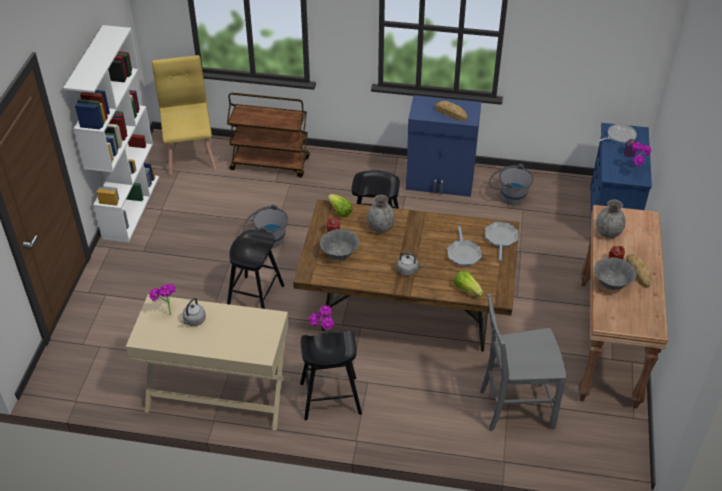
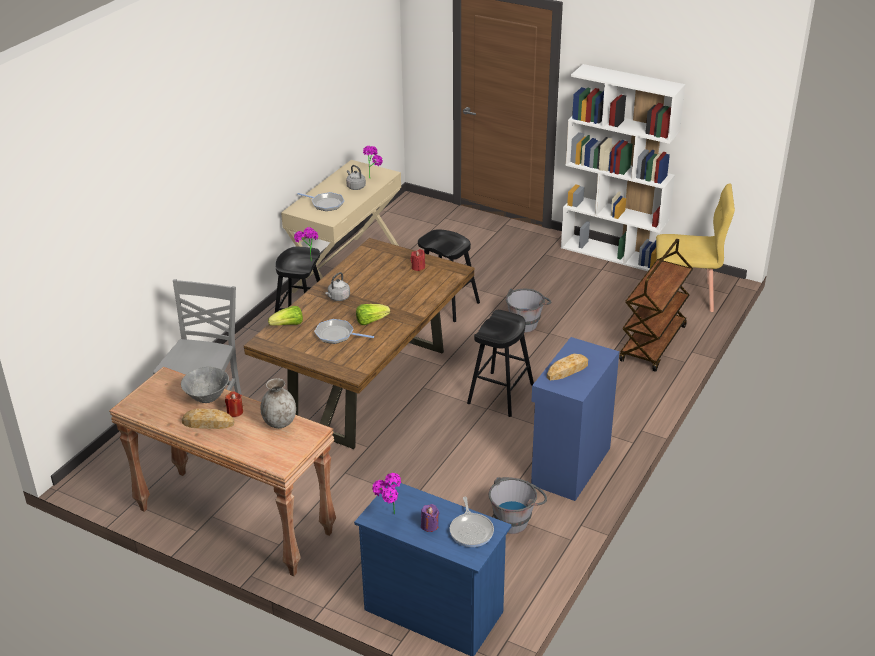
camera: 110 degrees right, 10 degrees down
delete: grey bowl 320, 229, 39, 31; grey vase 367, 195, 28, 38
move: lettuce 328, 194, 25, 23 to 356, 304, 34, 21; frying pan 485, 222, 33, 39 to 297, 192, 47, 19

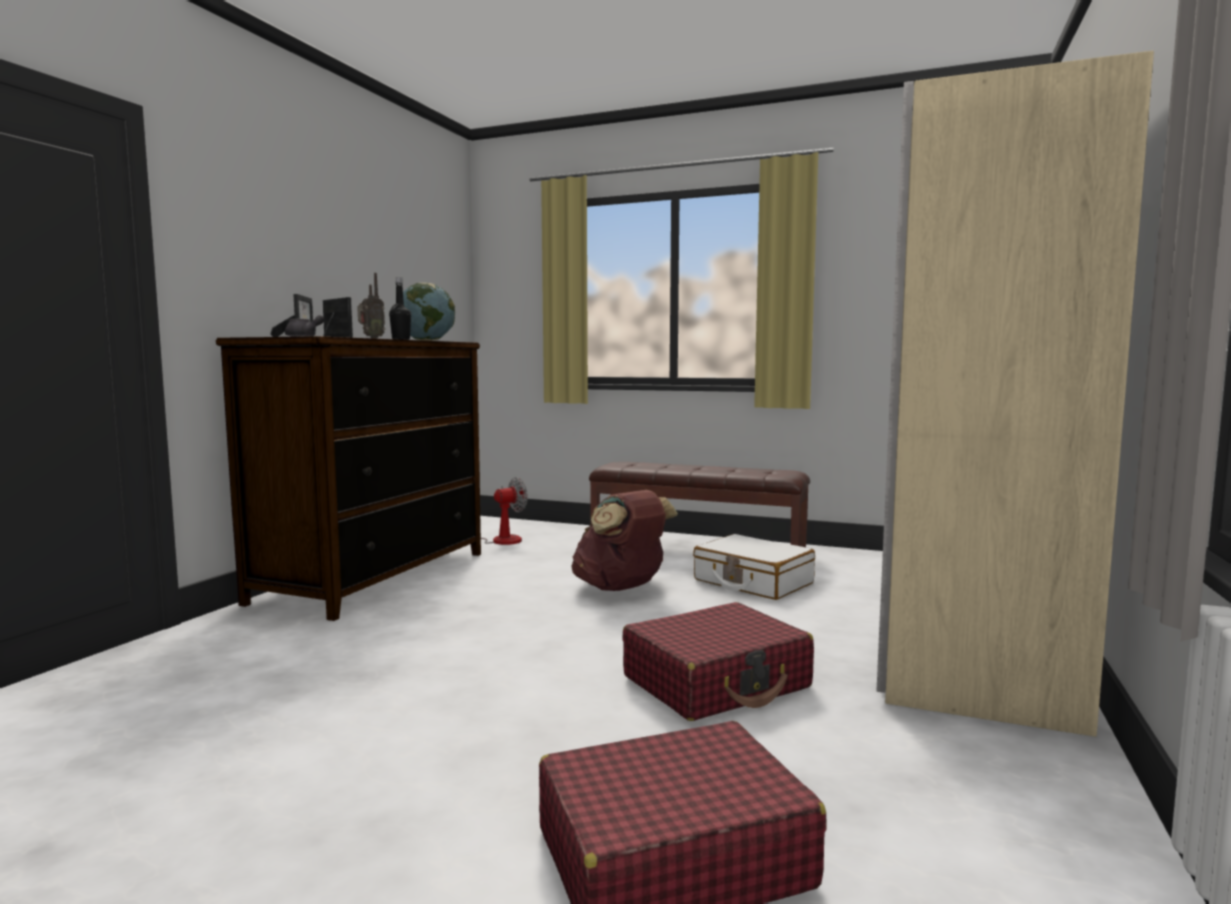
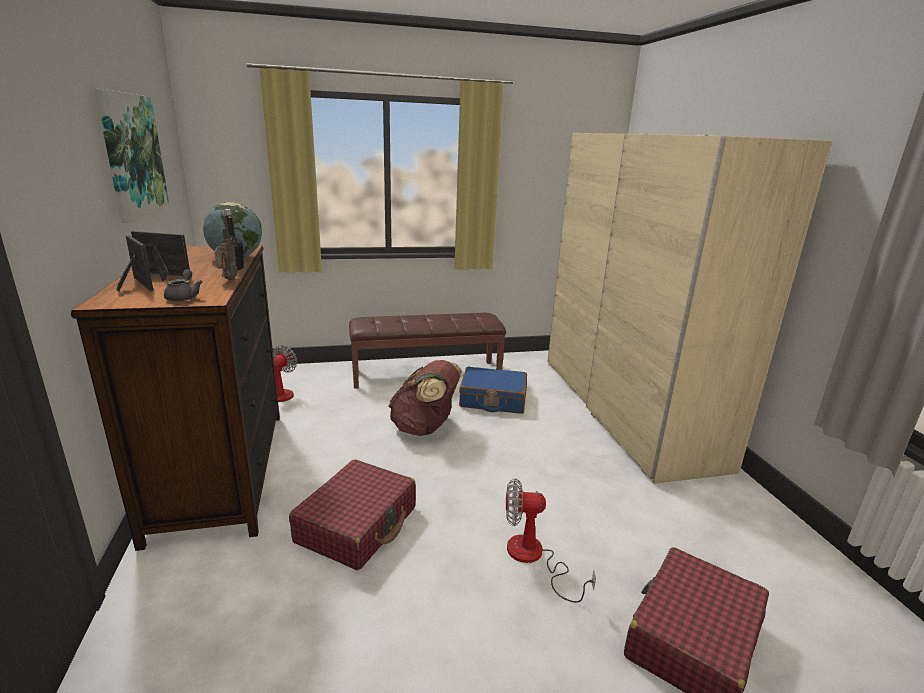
camera: 35 degrees left, 15 degrees up
insert: picture 95, 89, 74, 134; fan 506, 478, 90, 125
move: red suitcase 622, 602, 192, 119 to 289, 459, 127, 111
recolor: white suitcase 693, 534, 122, 66 to blue suitcase 459, 367, 68, 47

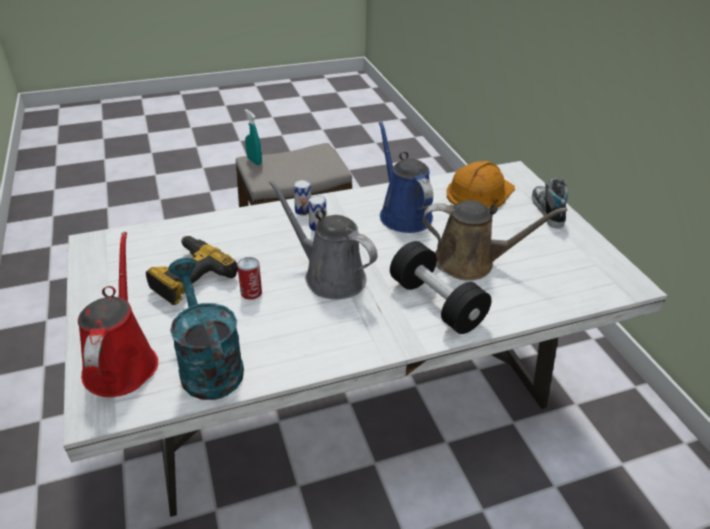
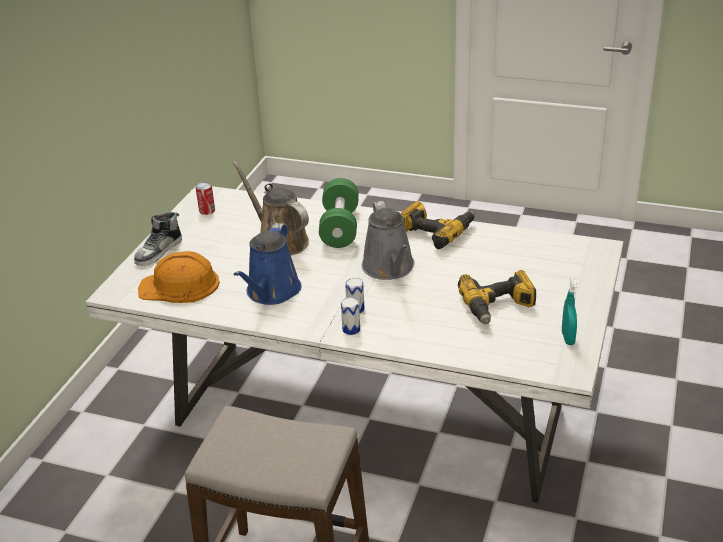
camera: 140 degrees left, 5 degrees down
delete: red watering can 78, 232, 80, 165; turquoise watering can 168, 258, 76, 142
insert: power drill 401, 201, 74, 48
move: can 237, 257, 25, 43 to 195, 182, 20, 33; turquoise spray bottle 244, 109, 18, 56 to 562, 277, 16, 68
recolor: black dumbbell 390, 241, 102, 93 to green dumbbell 319, 178, 40, 70

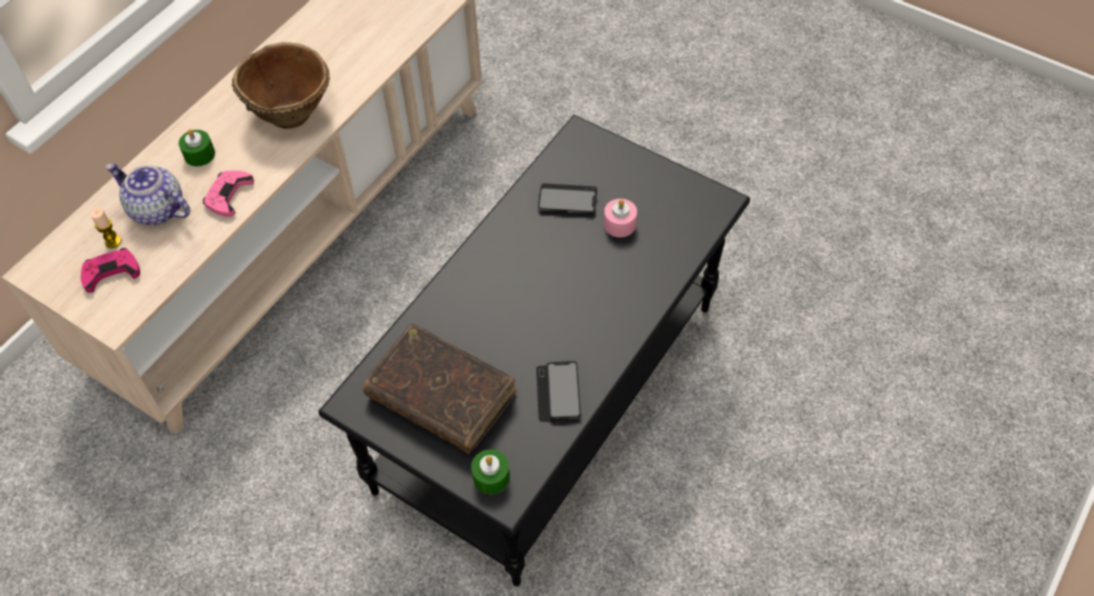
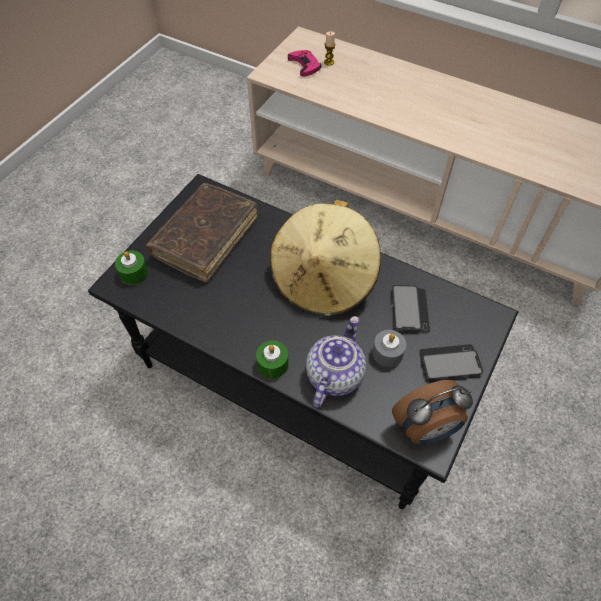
camera: 85 degrees right, 0 degrees up
delete: pink game controller 203, 170, 51, 47; brown bowl 232, 42, 98, 87
insert: beige hat 270, 200, 111, 116; alarm clock 392, 380, 81, 65
move: teapot 106, 163, 84, 62 to 306, 316, 60, 92; green candle 179, 129, 36, 37 to 256, 340, 33, 38; phone 536, 361, 45, 61 to 419, 344, 64, 36
recolor: pink candle 604, 199, 33, 38 to grey candle 372, 330, 34, 37

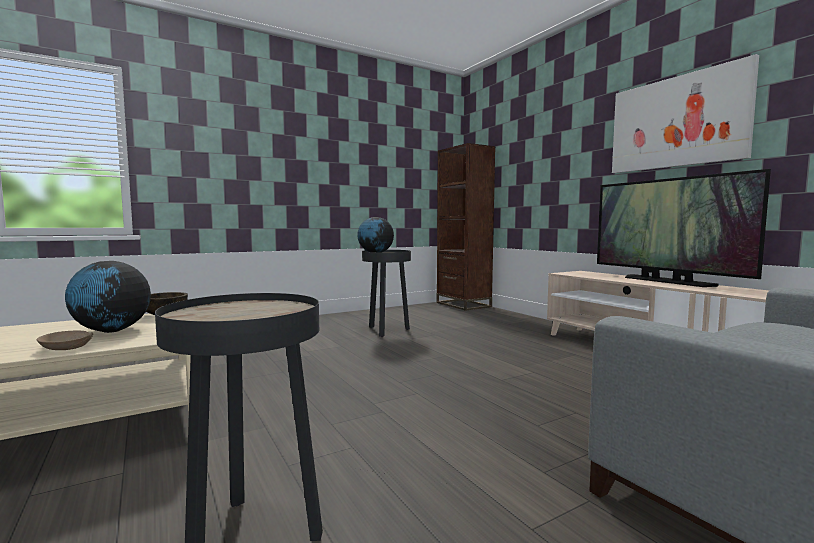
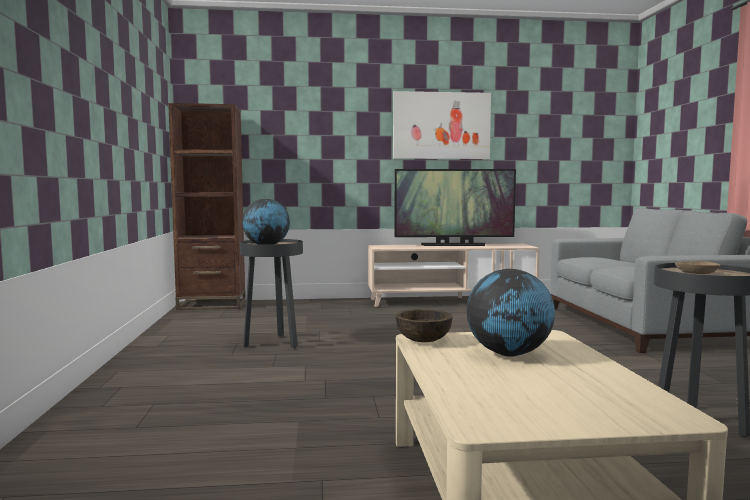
camera: 65 degrees left, 0 degrees up
move: beige bowl 37, 330, 56, 20 to 675, 261, 45, 13

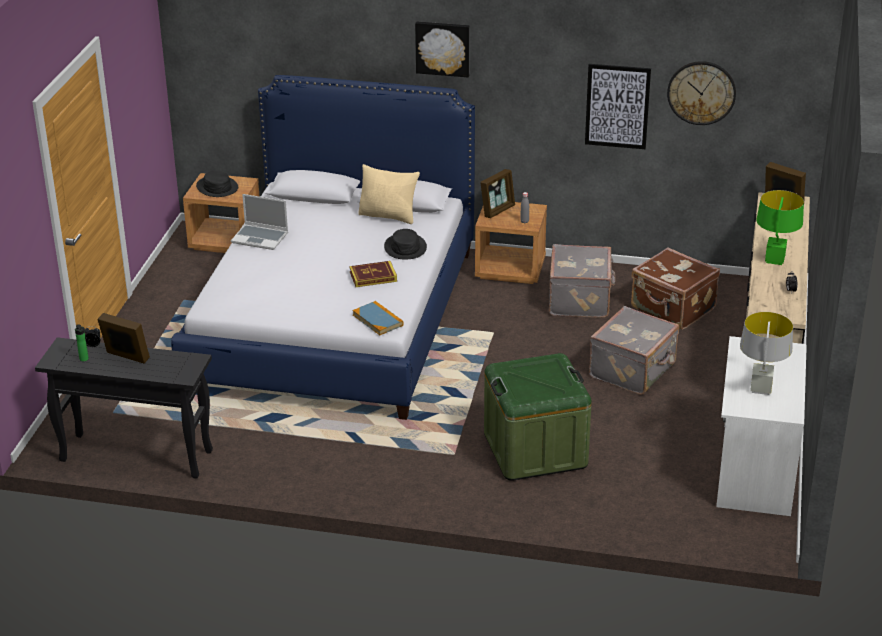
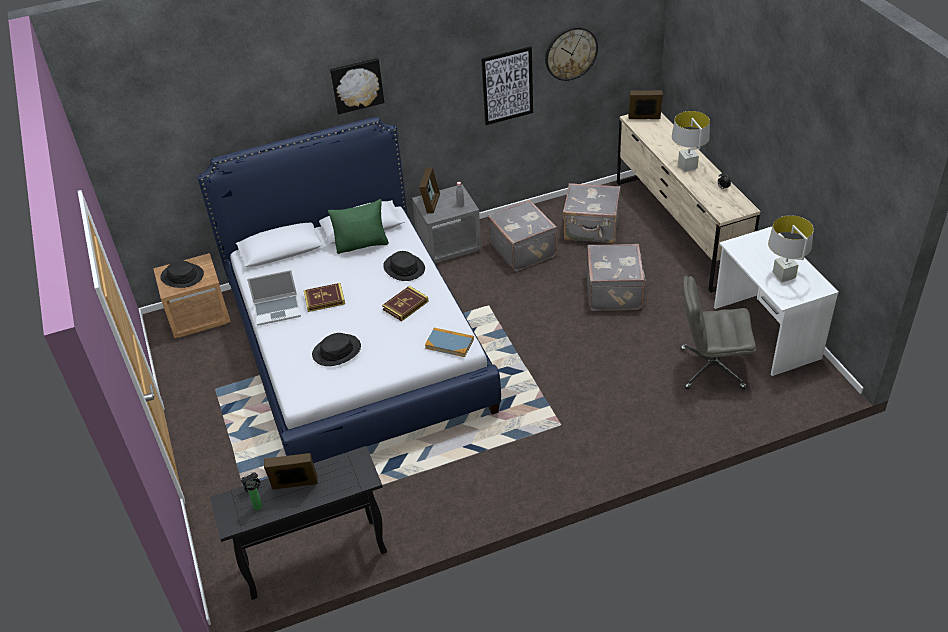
camera: 30 degrees left, 10 degrees up
delete: green storage box 484, 353, 108, 128
insert: book 304, 283, 41, 29; black hat 312, 333, 49, 33; grey office chair 680, 276, 76, 114
recolor: beige pillow 358, 164, 62, 60 to green pillow 328, 199, 61, 55; brown nightstand 475, 202, 72, 82 to grey nightstand 412, 184, 70, 79; brown suitcase 631, 247, 89, 83 to grey suitcase 563, 183, 58, 60; green table lamp 756, 190, 48, 75 to grey table lamp 672, 111, 38, 61

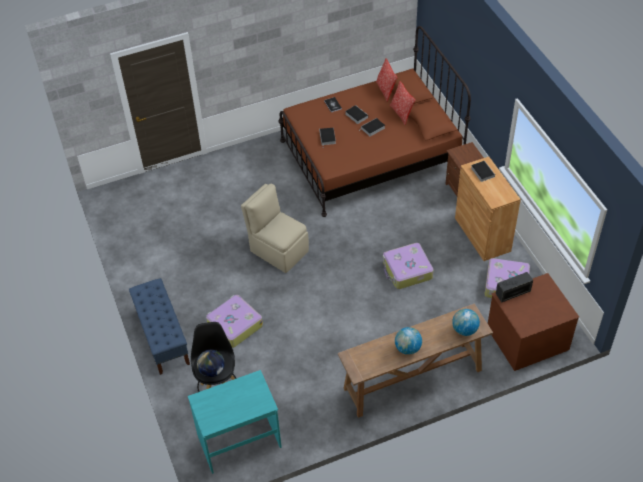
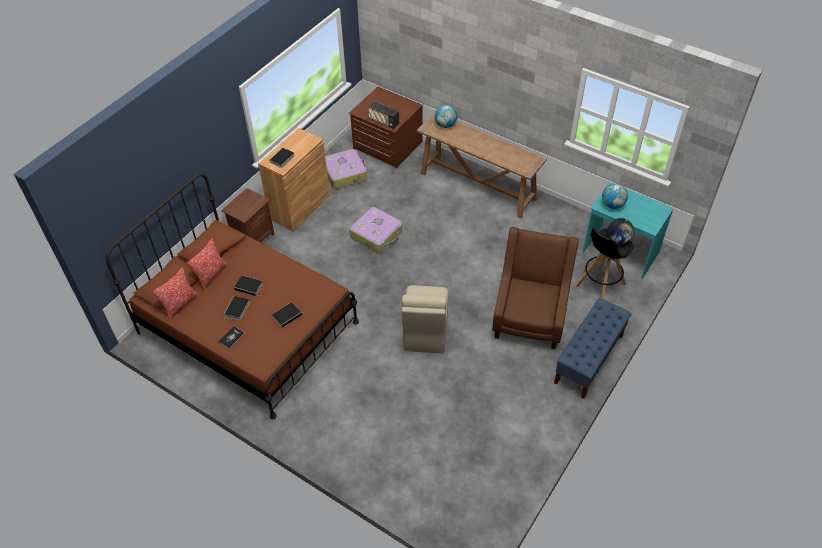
camera: 125 degrees left, 0 degrees up
move: globe 395, 327, 27, 28 to 602, 184, 26, 25
replace: suitcase 206, 295, 57, 53 to brown armchair 492, 227, 87, 122

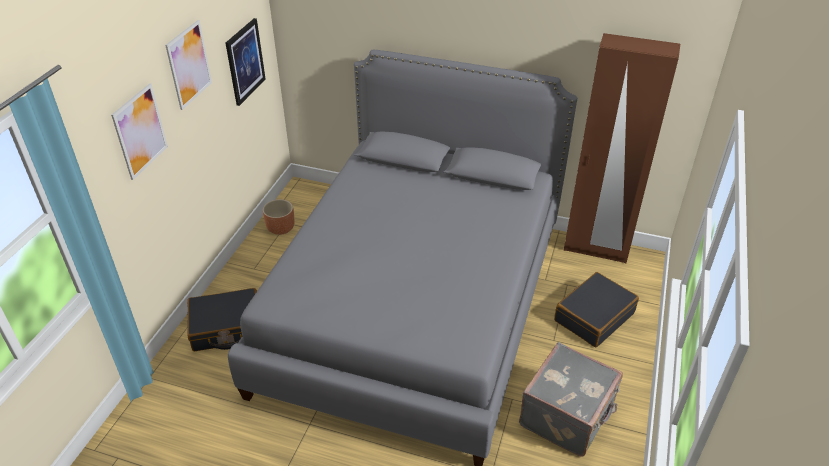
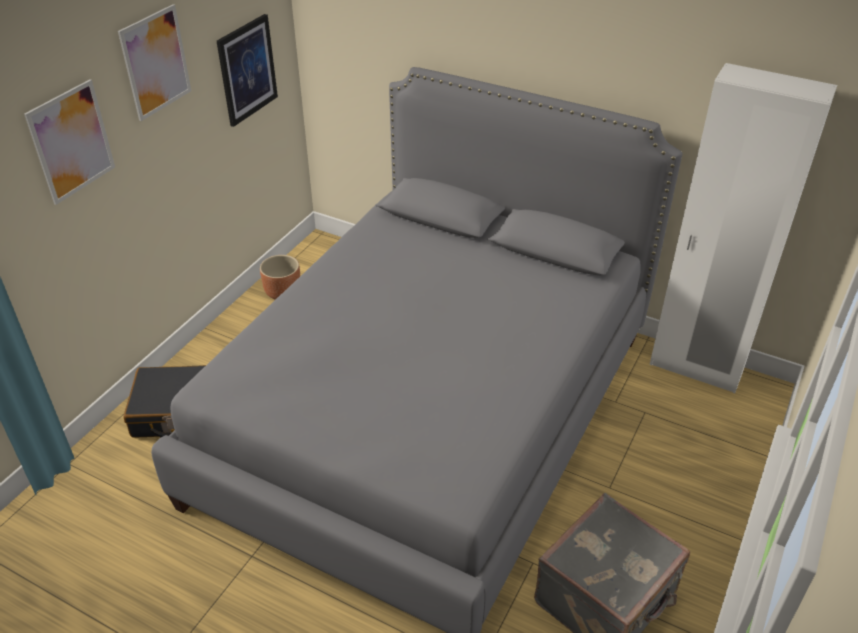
camera: 10 degrees right, 0 degrees up
delete: black suitcase 554, 272, 85, 75
recolor: brown wardrobe 564, 33, 116, 230 to white wardrobe 650, 63, 187, 330

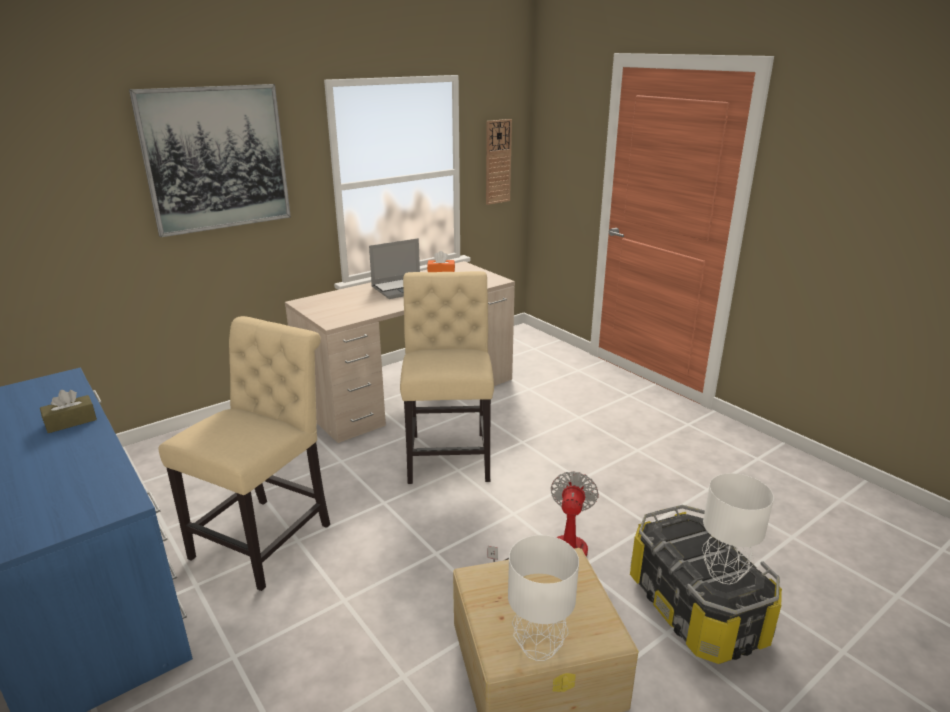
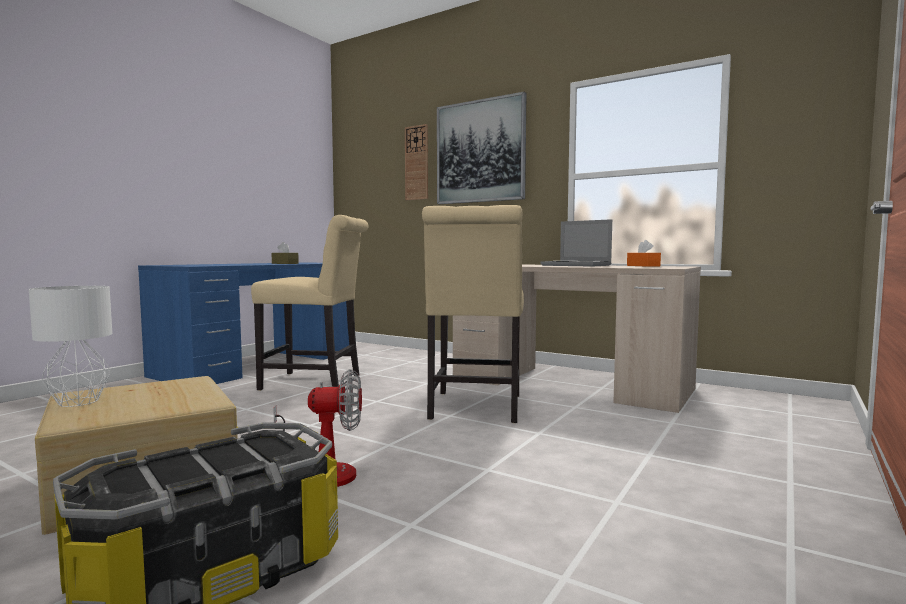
camera: 70 degrees right, 20 degrees down
delete: white table lamp 702, 473, 72, 111
move: wall clock 486, 119, 26, 86 to 405, 124, 23, 76
rotate: beige chair 400, 271, 94, 213 = 422, 205, 102, 218 120 degrees clockwise

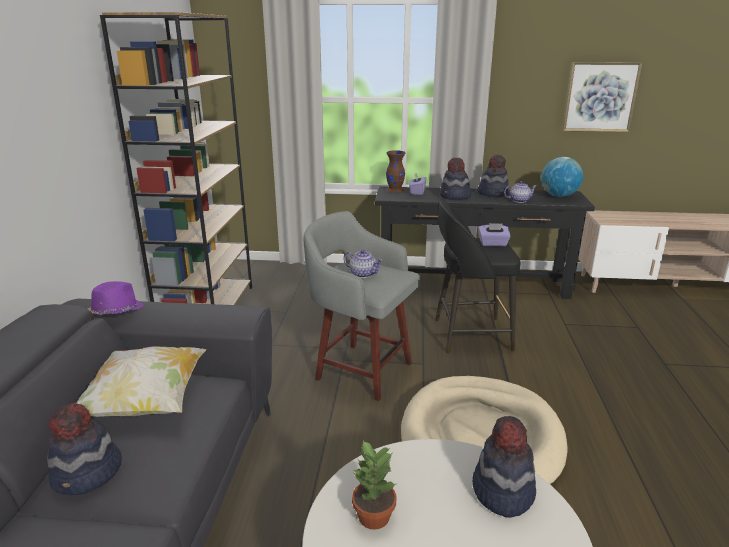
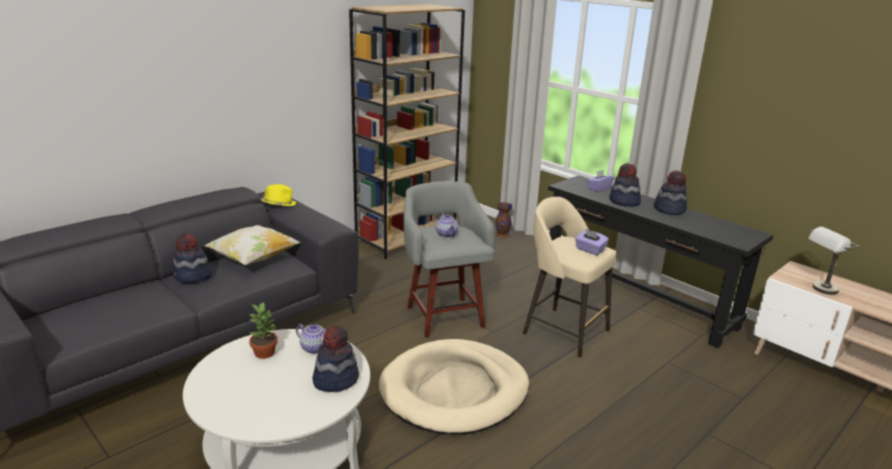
camera: 40 degrees right, 0 degrees up
delete: globe 541, 157, 42, 40; picture 562, 62, 81, 70
insert: grey table lamp 808, 227, 51, 68
move: brown vase 386, 150, 19, 43 to 495, 202, 17, 36; teapot 504, 181, 33, 22 to 296, 324, 30, 30
recolor: purple hat 88, 281, 56, 34 to yellow hat 261, 184, 35, 22; black stool 435, 201, 85, 152 to beige stool 523, 197, 93, 161

